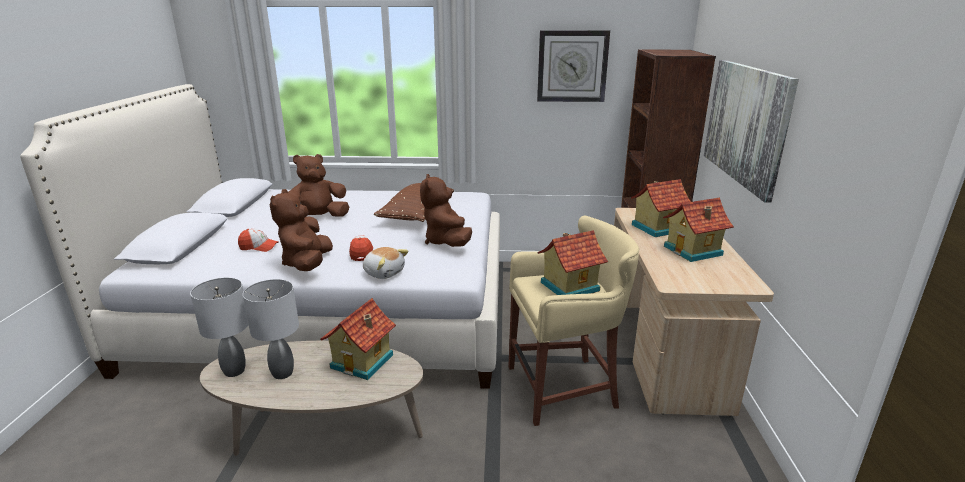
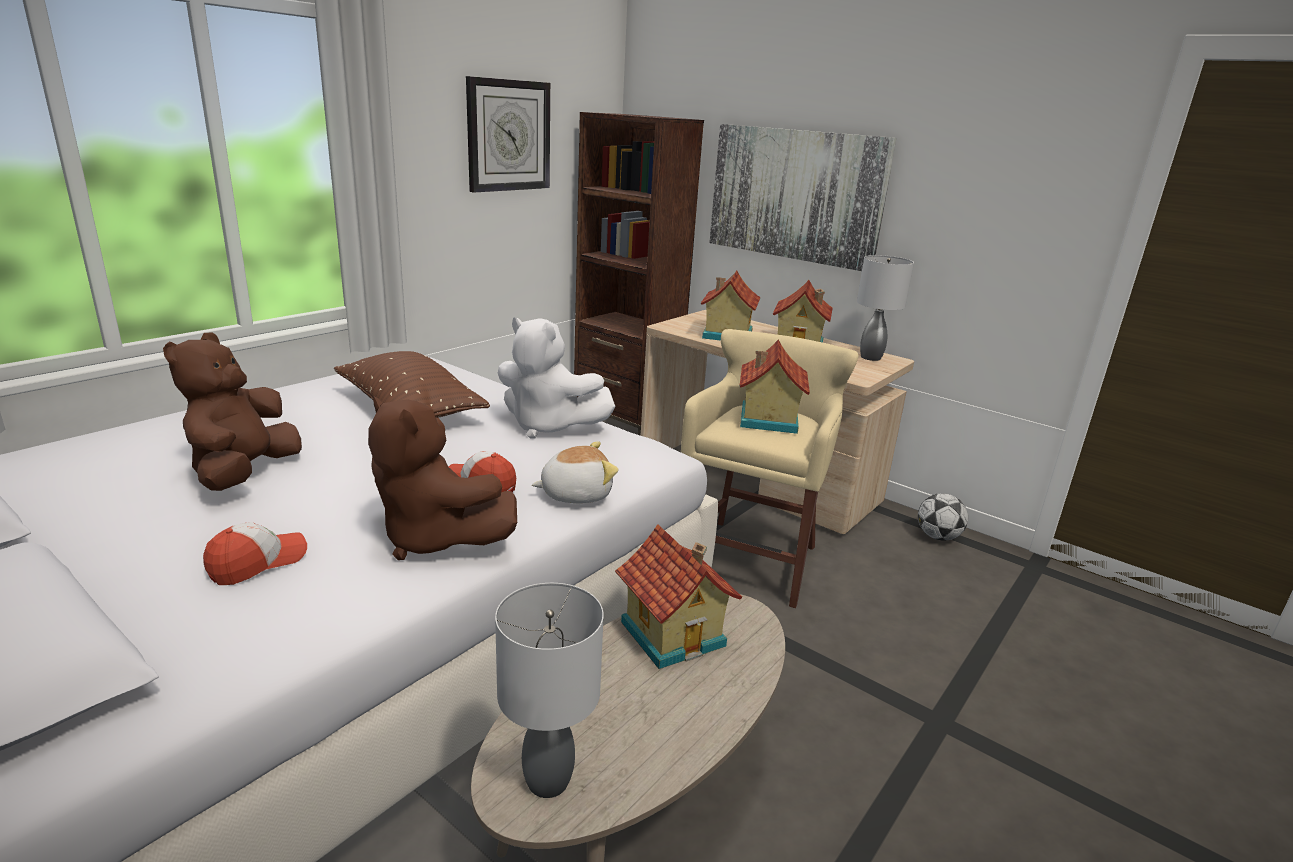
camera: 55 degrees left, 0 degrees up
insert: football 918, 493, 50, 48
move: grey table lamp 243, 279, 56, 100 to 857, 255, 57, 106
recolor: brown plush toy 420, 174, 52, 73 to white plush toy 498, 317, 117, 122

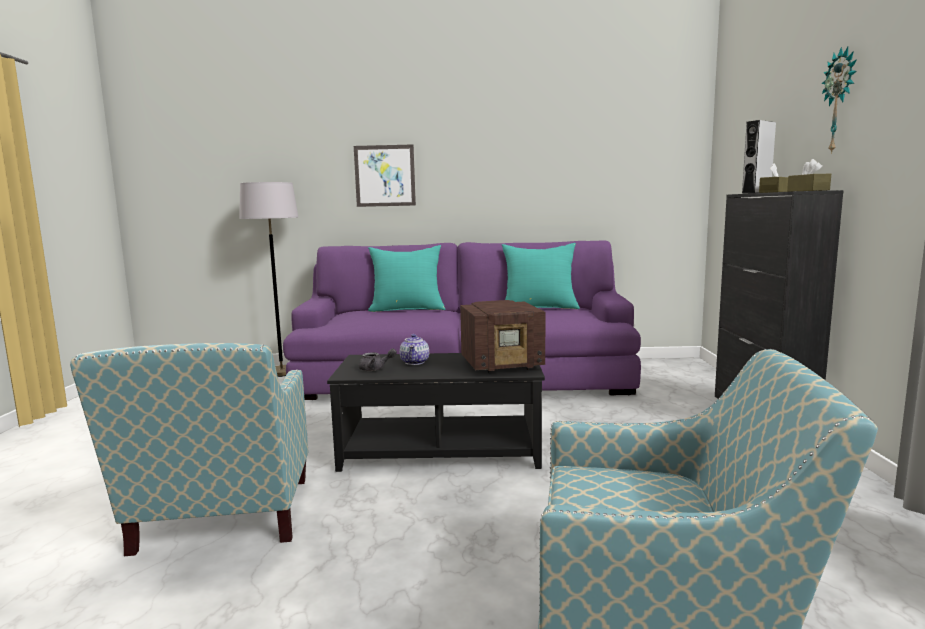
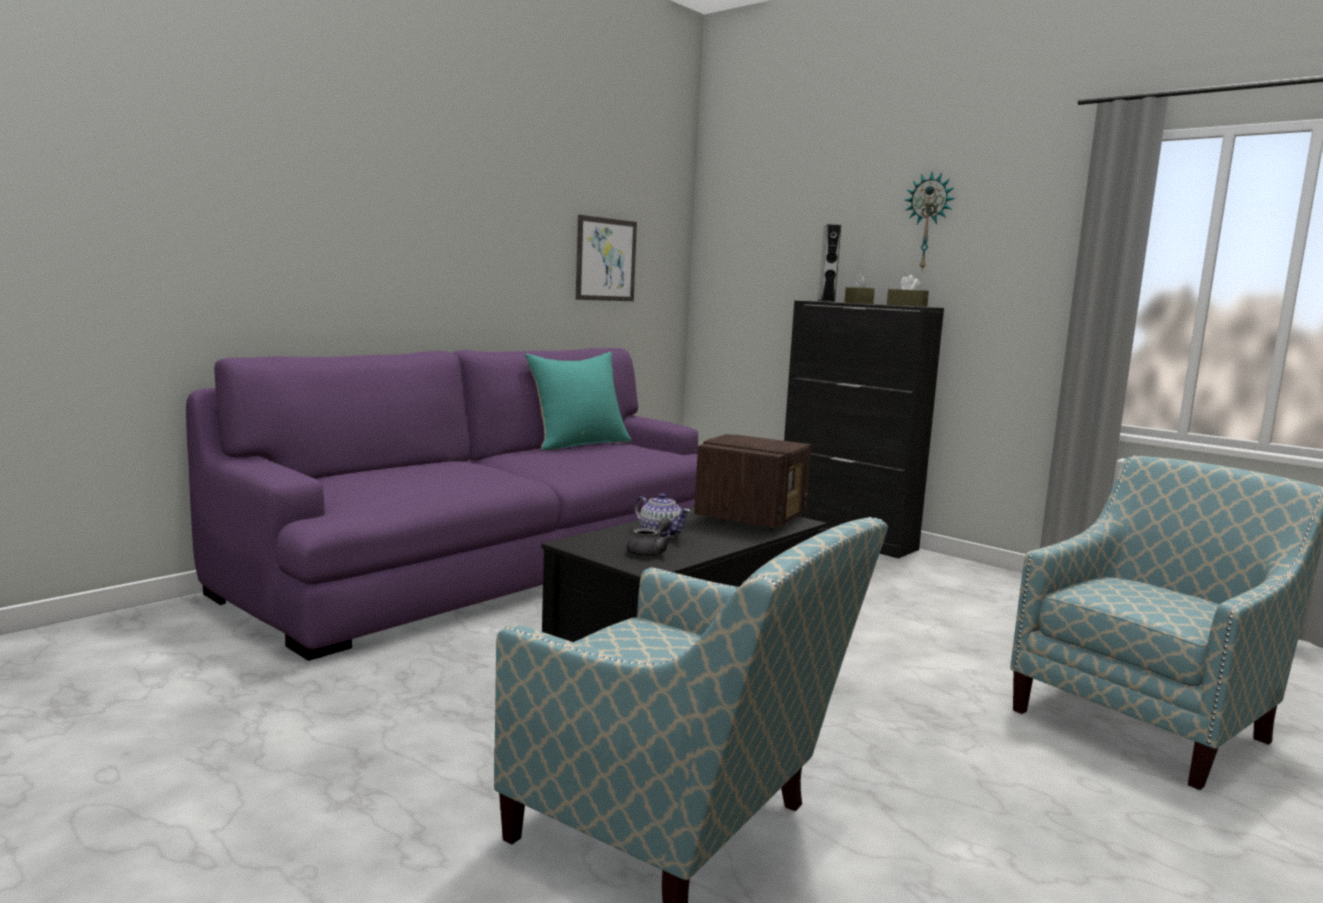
camera: 50 degrees left, 0 degrees up
delete: grey floor lamp 239, 182, 59, 195; turquoise pillow 368, 245, 77, 67
move: picture 354, 144, 62, 63 to 576, 215, 61, 86

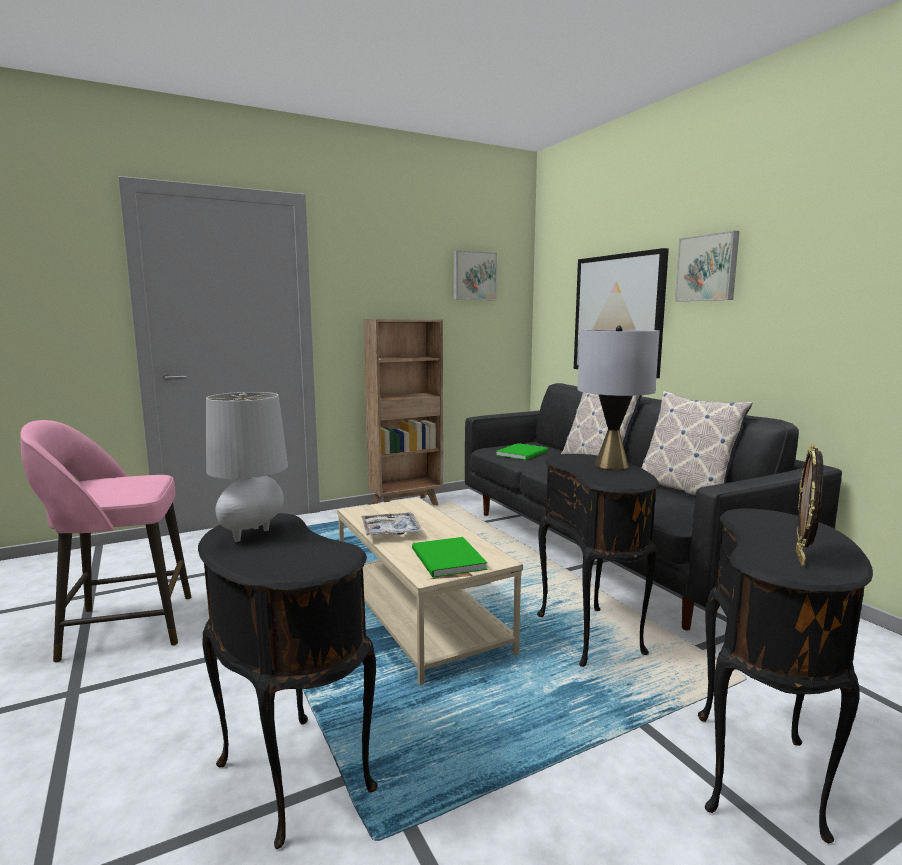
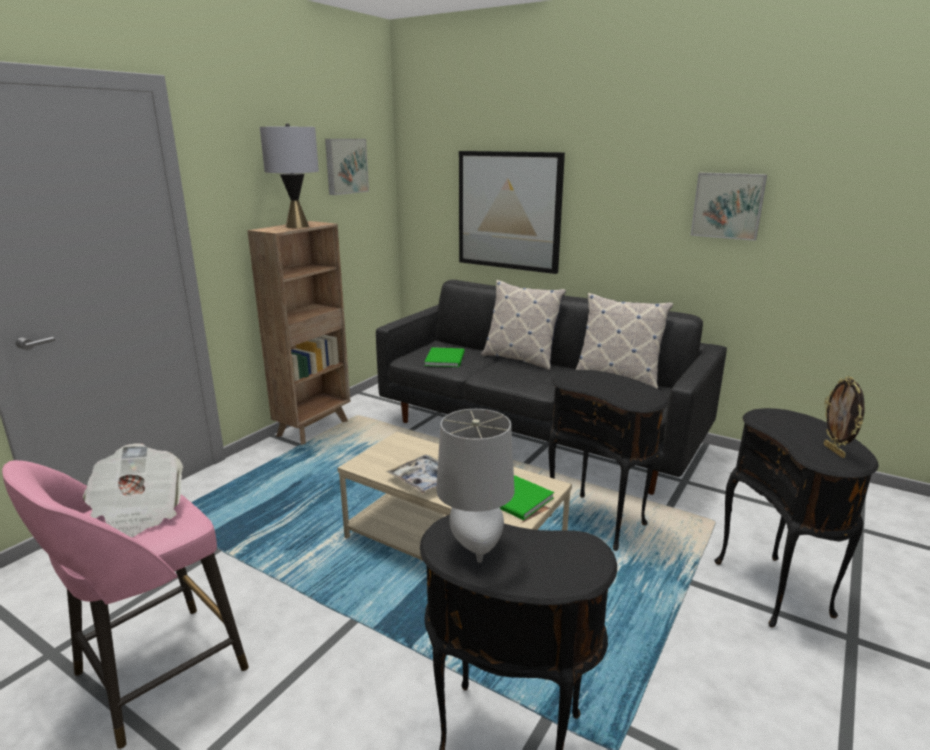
camera: 30 degrees left, 10 degrees up
insert: newspaper 83, 443, 100, 95
move: grey table lamp 577, 325, 83, 145 to 260, 123, 59, 105; picture 675, 231, 64, 70 to 690, 173, 77, 68

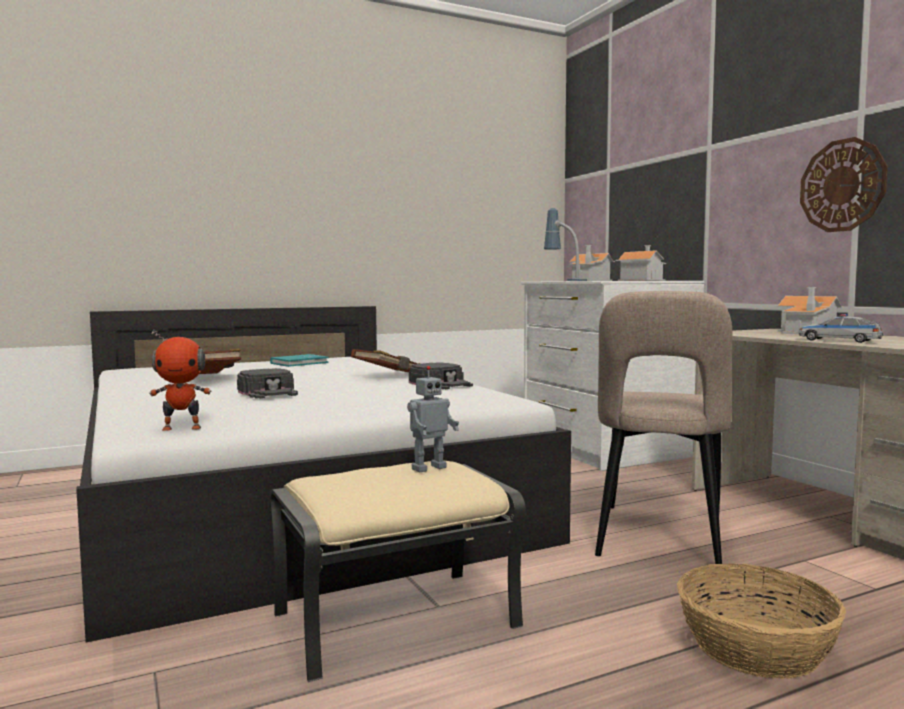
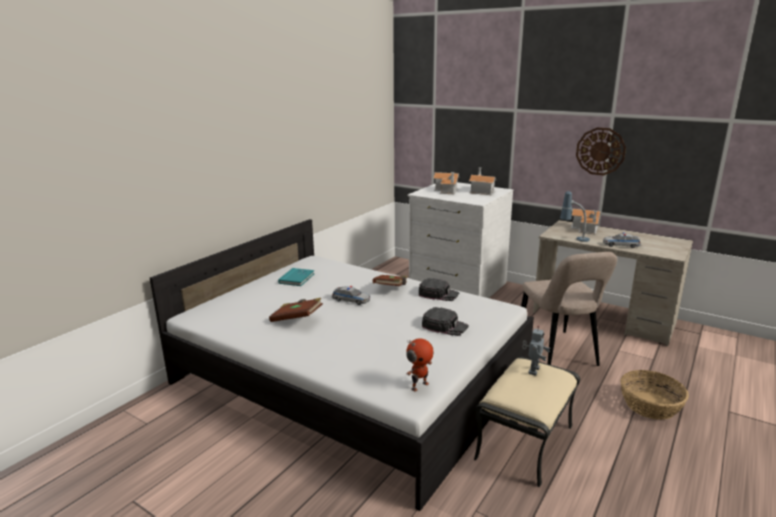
camera: 30 degrees left, 15 degrees up
insert: toy car 332, 286, 38, 19
move: black cap 237, 368, 61, 31 to 422, 307, 47, 29; table lamp 544, 208, 43, 73 to 560, 191, 30, 51

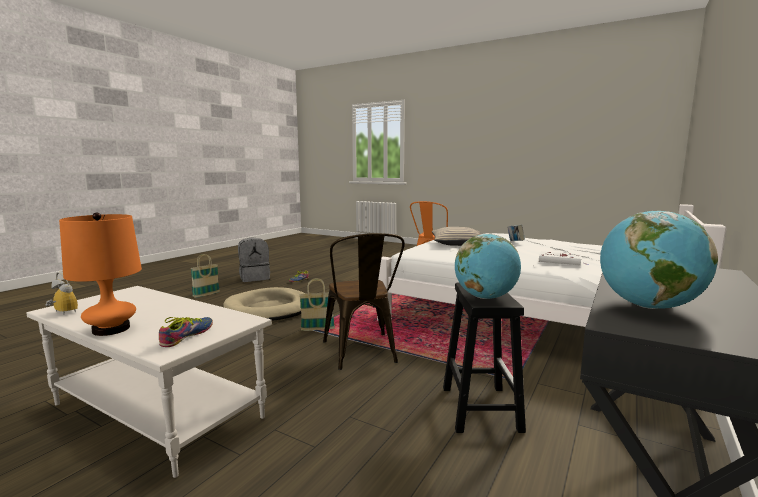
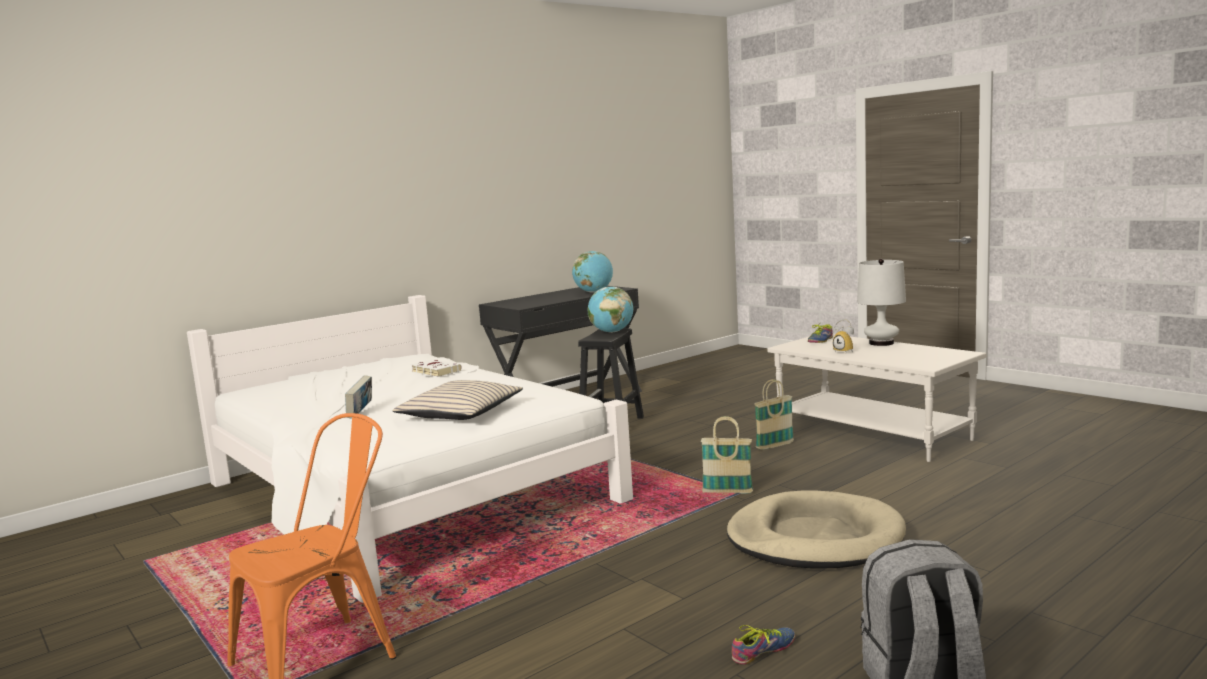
camera: 160 degrees left, 0 degrees up
delete: brown chair 323, 233, 82, 137
move: alarm clock 45, 272, 33, 43 to 833, 319, 21, 34; basket 191, 254, 29, 44 to 754, 379, 40, 71
recolor: orange table lamp 59, 212, 83, 124 to white table lamp 857, 259, 49, 87

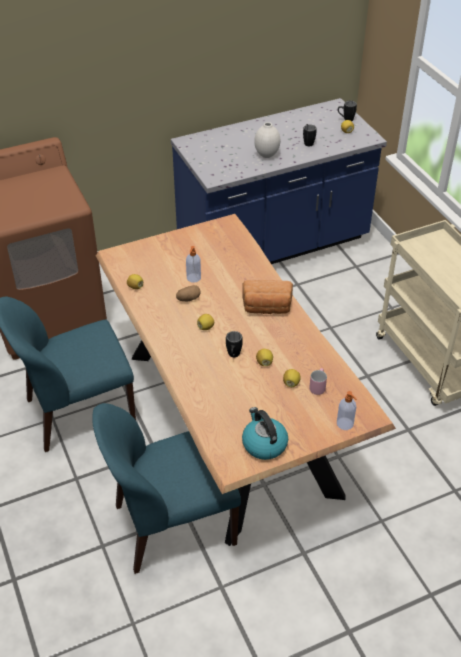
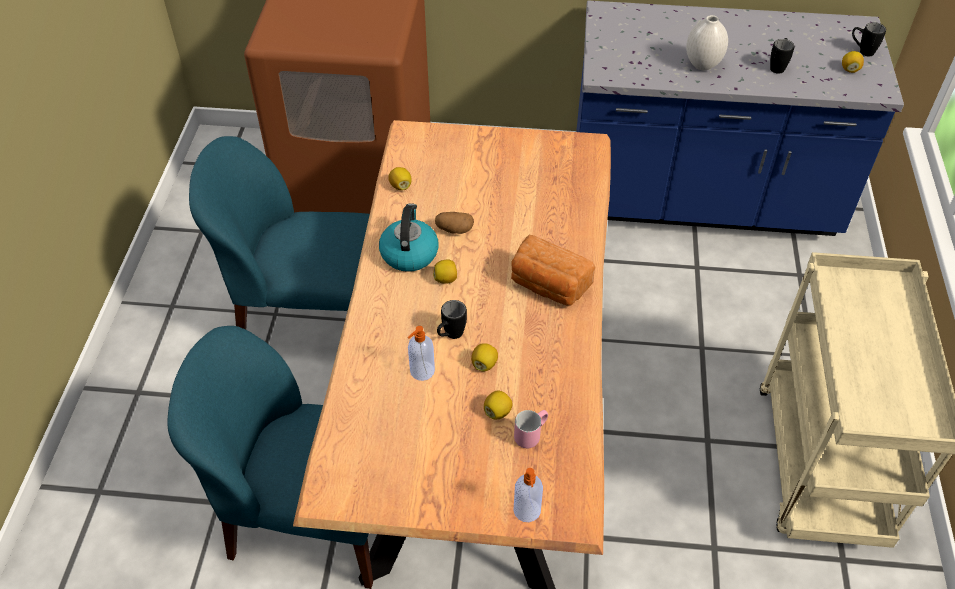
camera: 30 degrees right, 5 degrees up
move: soap dispenser 186, 246, 15, 37 to 408, 326, 27, 55; kettle 242, 407, 46, 53 to 379, 204, 60, 68

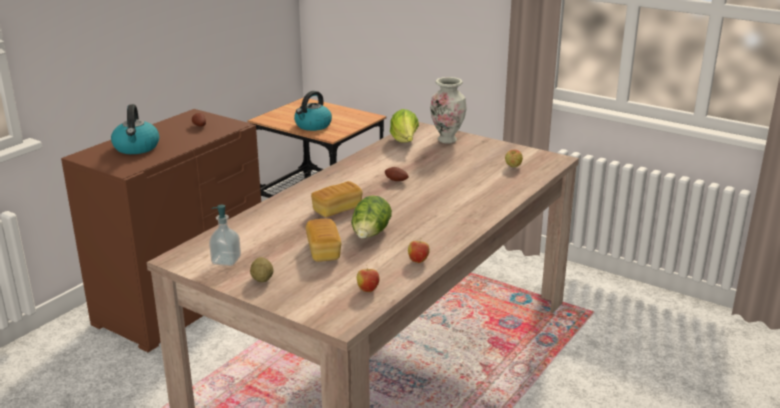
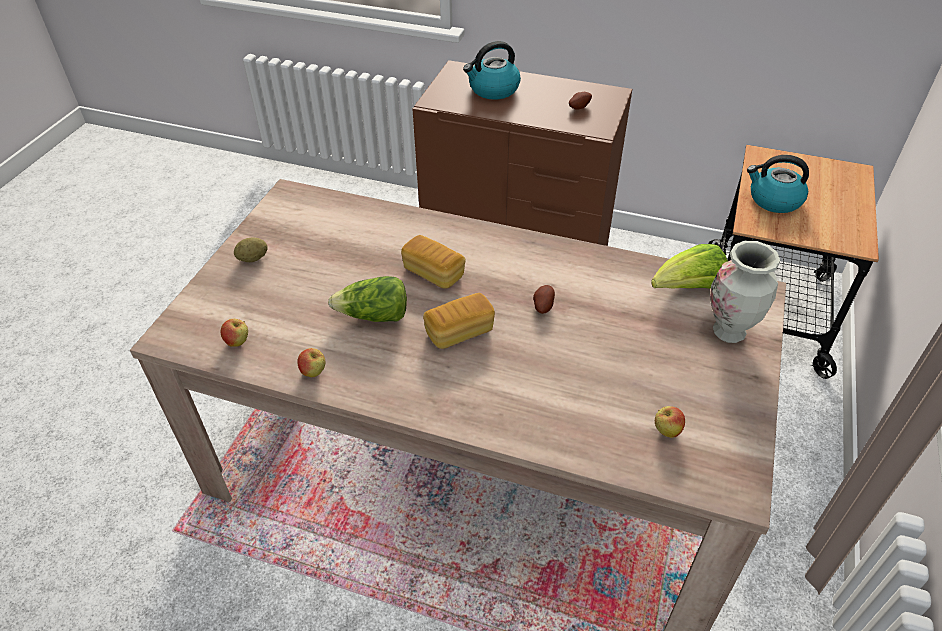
camera: 75 degrees right, 20 degrees up
delete: soap dispenser 209, 205, 32, 61
move: bread 306, 219, 35, 43 to 423, 293, 72, 56

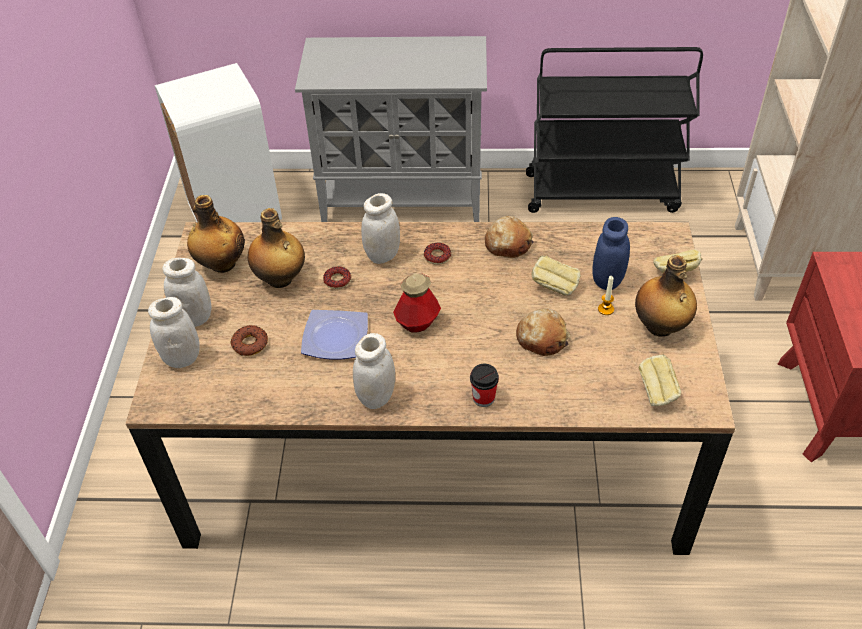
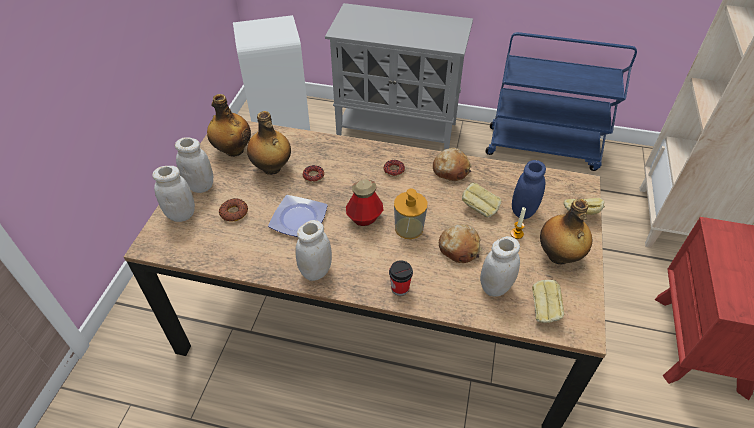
camera: 10 degrees right, 0 degrees up
insert: soap dispenser 394, 189, 33, 50
move: white jar 361, 193, 39, 71 to 480, 236, 40, 61
recolor: black cart 526, 47, 177, 166 to blue cart 486, 32, 151, 139

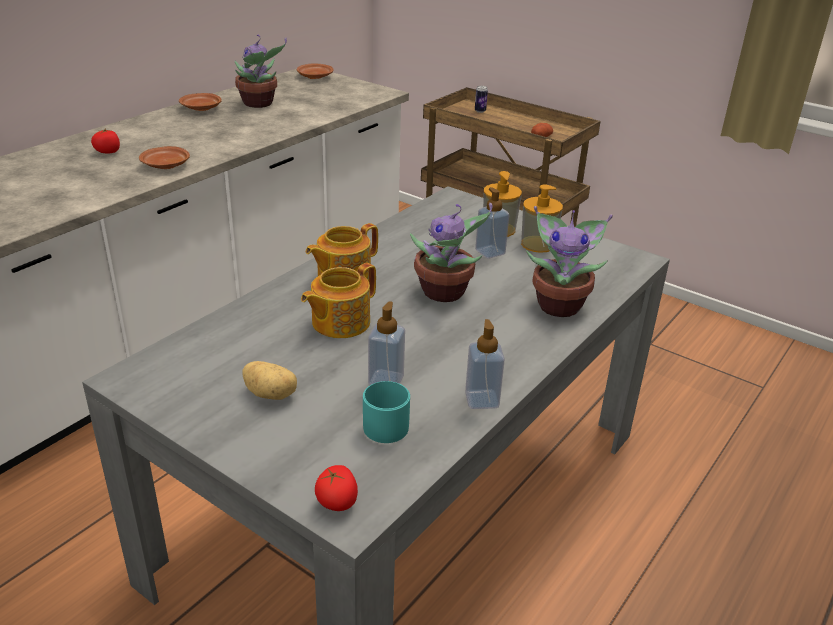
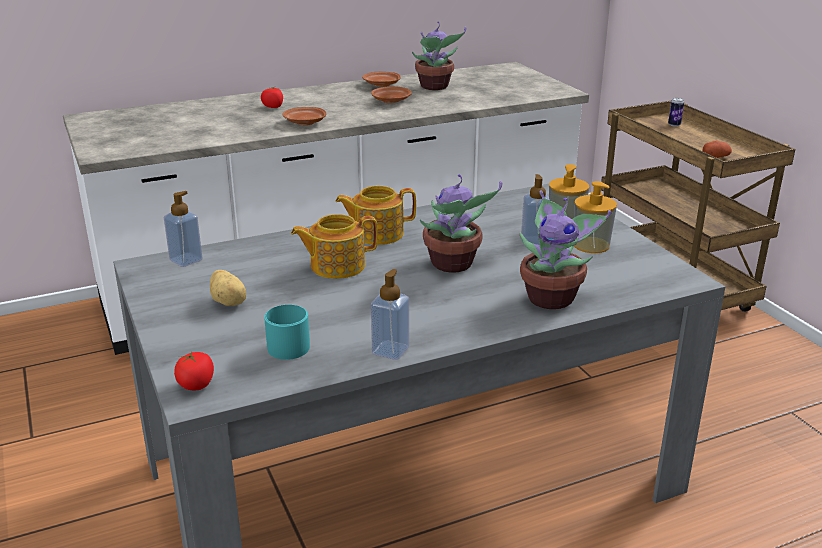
camera: 30 degrees right, 5 degrees down
move: brown plate 297, 64, 37, 15 to 371, 86, 41, 17; soap dispenser 368, 301, 37, 84 to 164, 191, 39, 76

